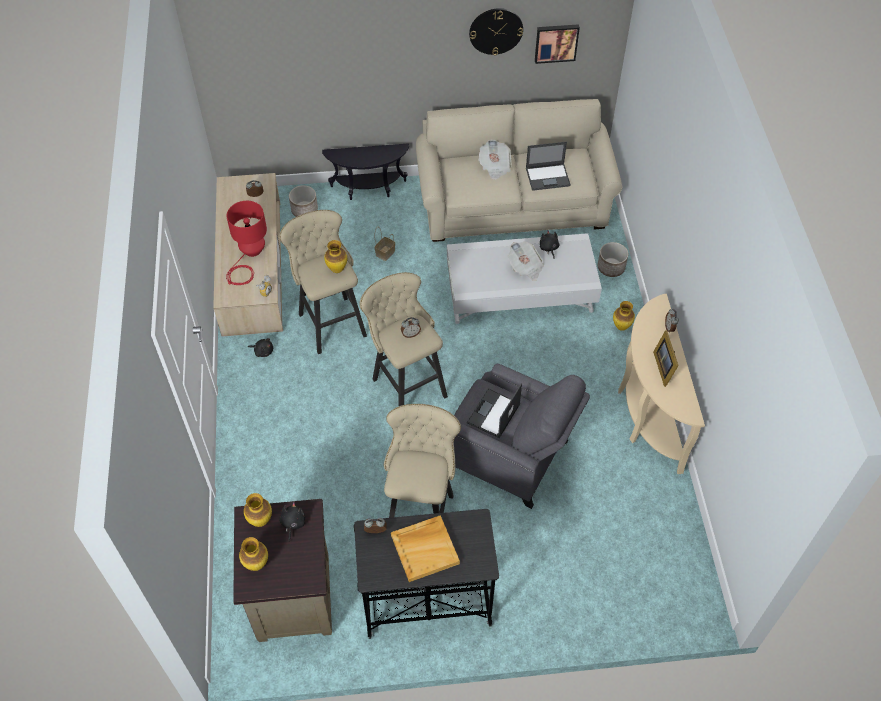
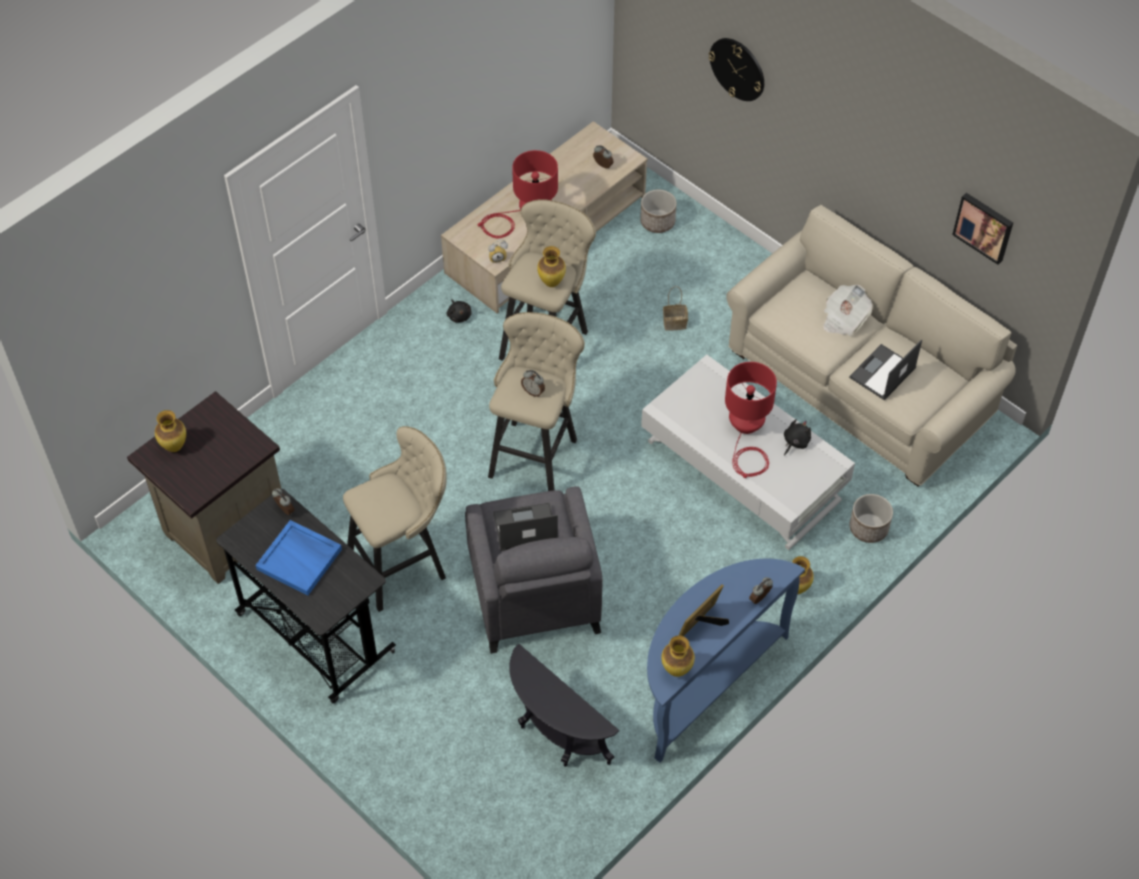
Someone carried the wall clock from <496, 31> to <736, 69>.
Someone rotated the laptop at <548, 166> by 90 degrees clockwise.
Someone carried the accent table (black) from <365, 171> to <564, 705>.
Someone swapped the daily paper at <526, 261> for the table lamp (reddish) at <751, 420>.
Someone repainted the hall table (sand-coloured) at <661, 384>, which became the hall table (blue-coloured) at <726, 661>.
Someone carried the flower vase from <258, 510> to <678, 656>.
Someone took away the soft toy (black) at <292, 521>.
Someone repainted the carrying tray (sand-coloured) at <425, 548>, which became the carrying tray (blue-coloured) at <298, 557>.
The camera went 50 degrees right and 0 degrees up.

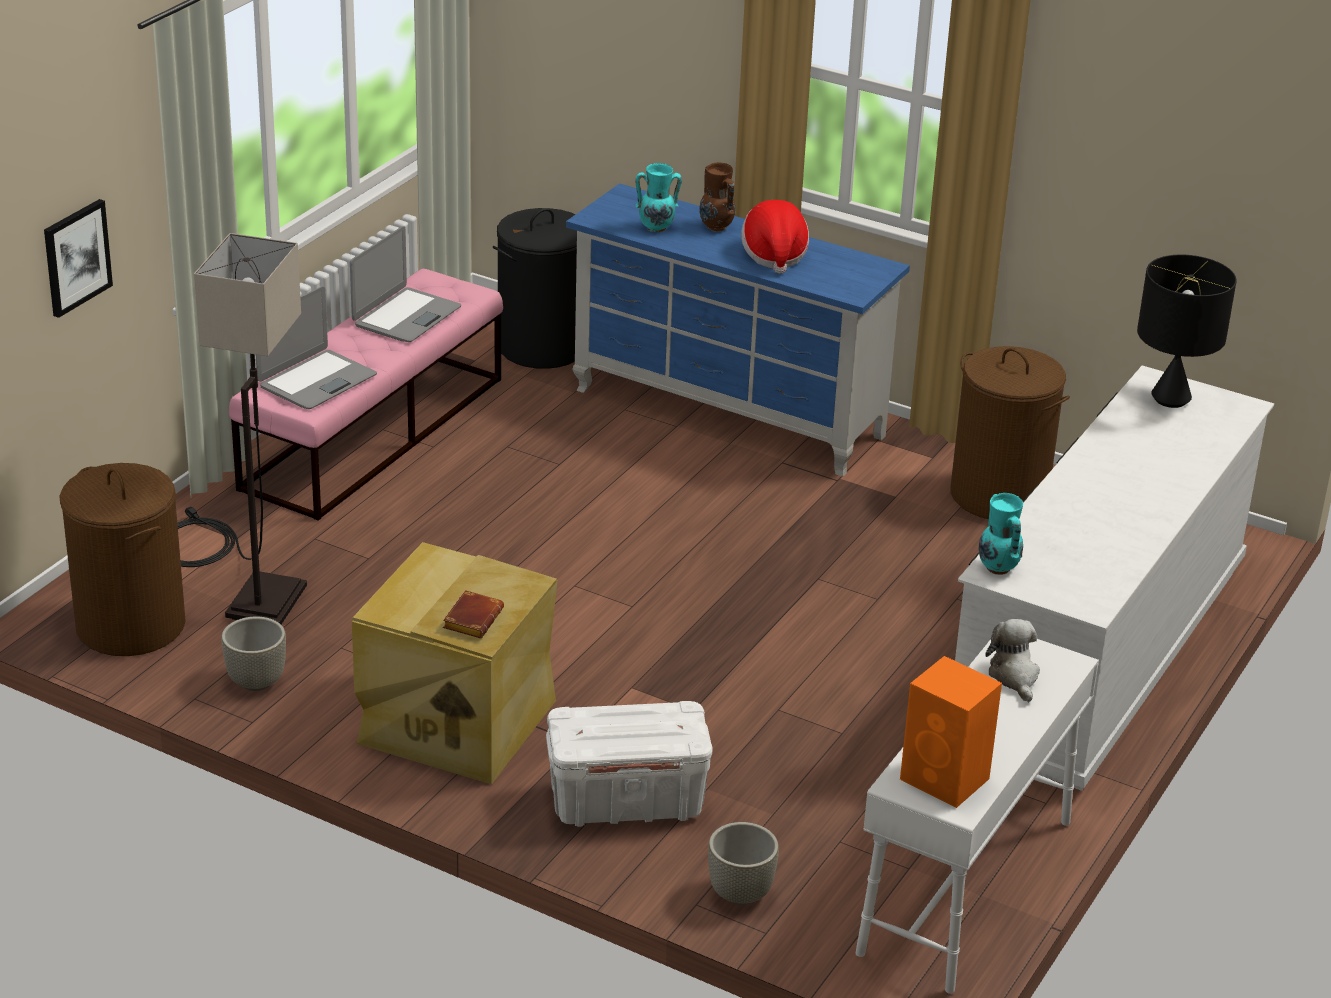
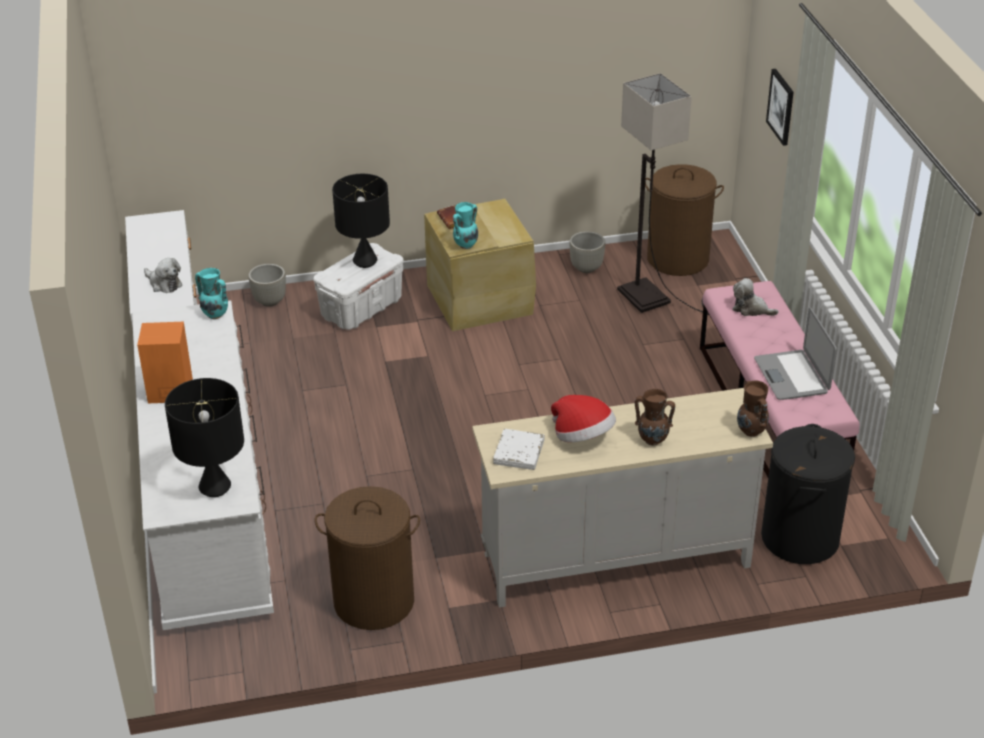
Someone carried the flower vase (turquoise) from <658, 197> to <465, 225>.
Someone repainted the dresser (blue-coloured) at <738, 330>, which became the dresser (sand-coloured) at <622, 498>.
Someone swapped the laptop at <316, 347> for the soft toy at <756, 297>.
Someone carried the loudspeaker (orange-coloured) from <951, 732> to <165, 362>.
Someone put down the table lamp (black) at <361, 221>.
Someone put down the flower vase (brown-coloured) at <753, 409>.
Someone put down the volume (white-coloured) at <519, 449>.
The camera went 140 degrees right and 5 degrees up.

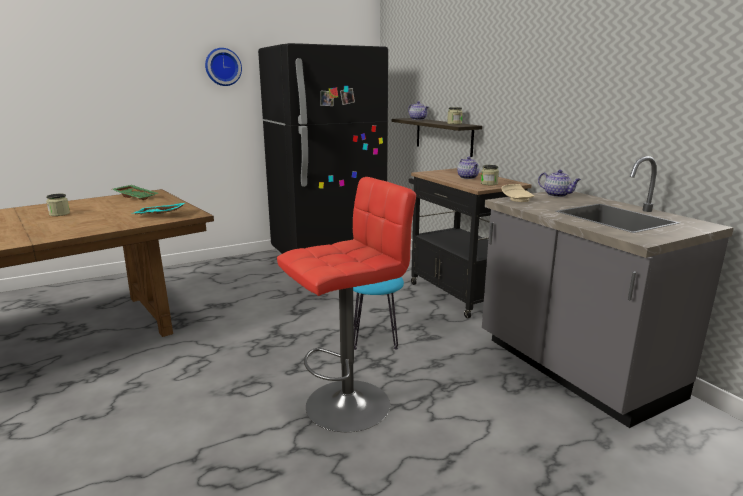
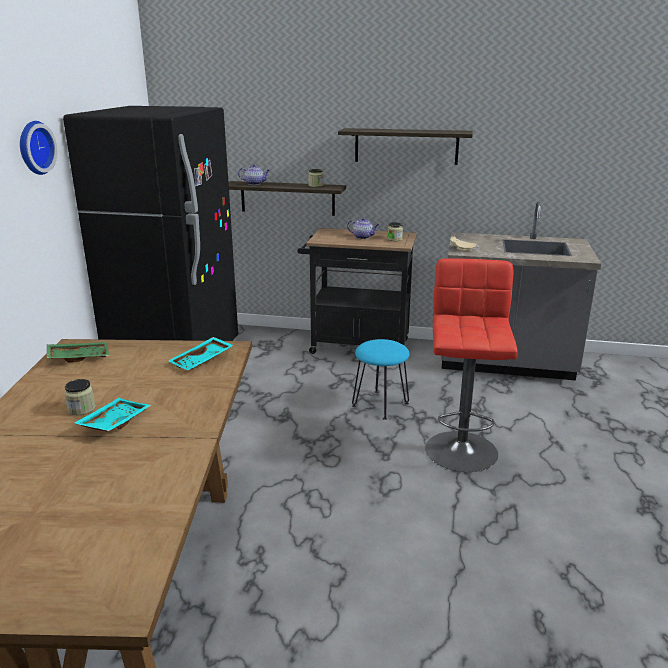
Someone took away the pot for tea at <559, 183>.
Someone put up the bracket shelf at <405, 146>.
Someone put down the carrying tray (turquoise) at <113, 415>.
The camera went 50 degrees left and 5 degrees up.

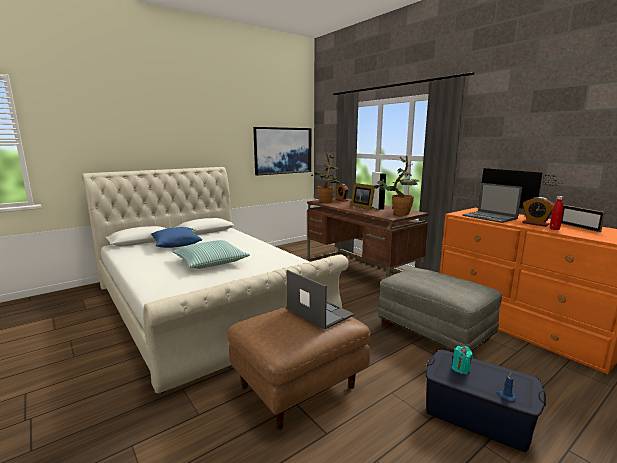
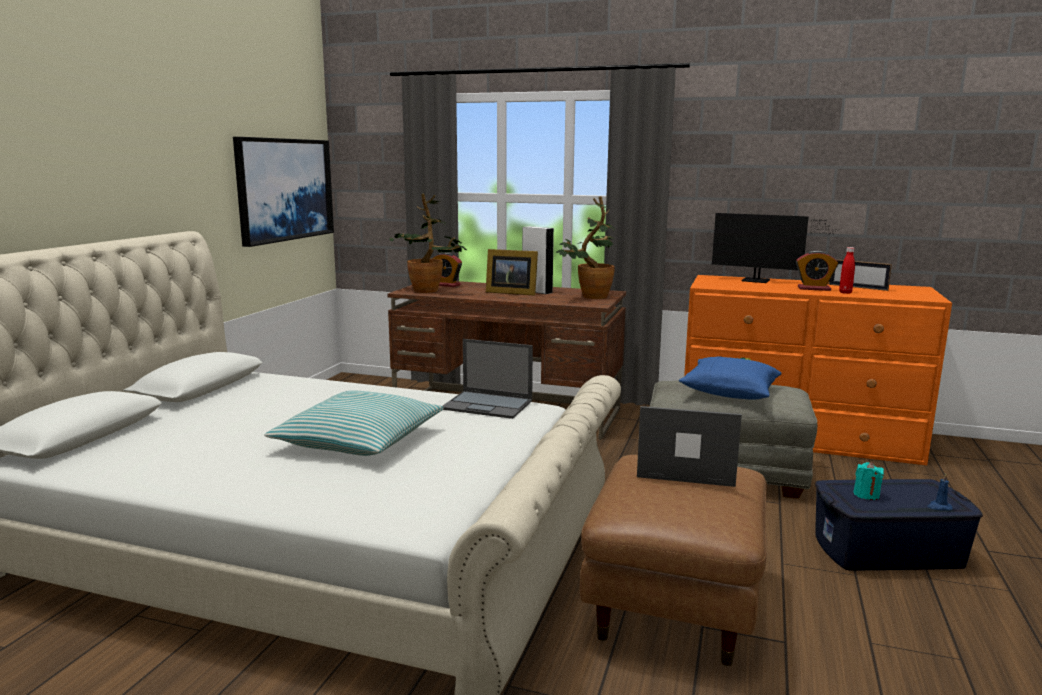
Someone carried the laptop from <492, 203> to <488, 379>.
Someone carried the cushion (blue-coloured) from <176, 237> to <730, 378>.
The camera went 35 degrees left and 0 degrees up.

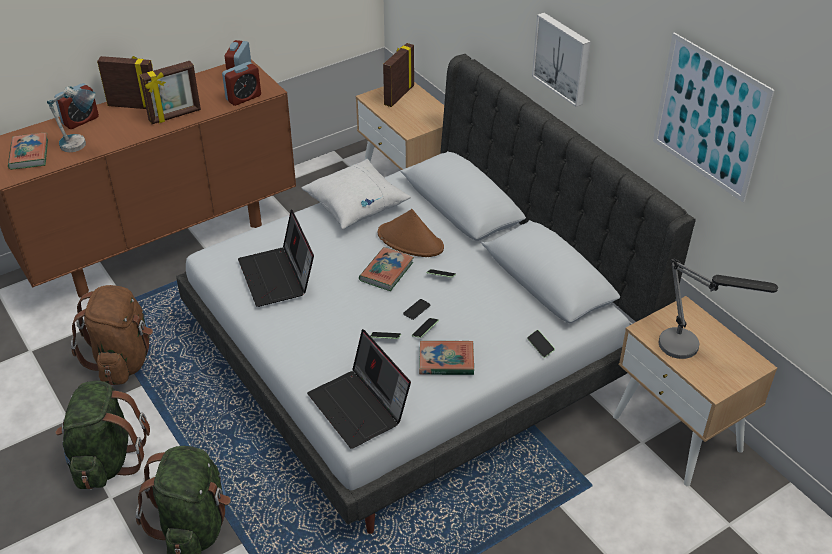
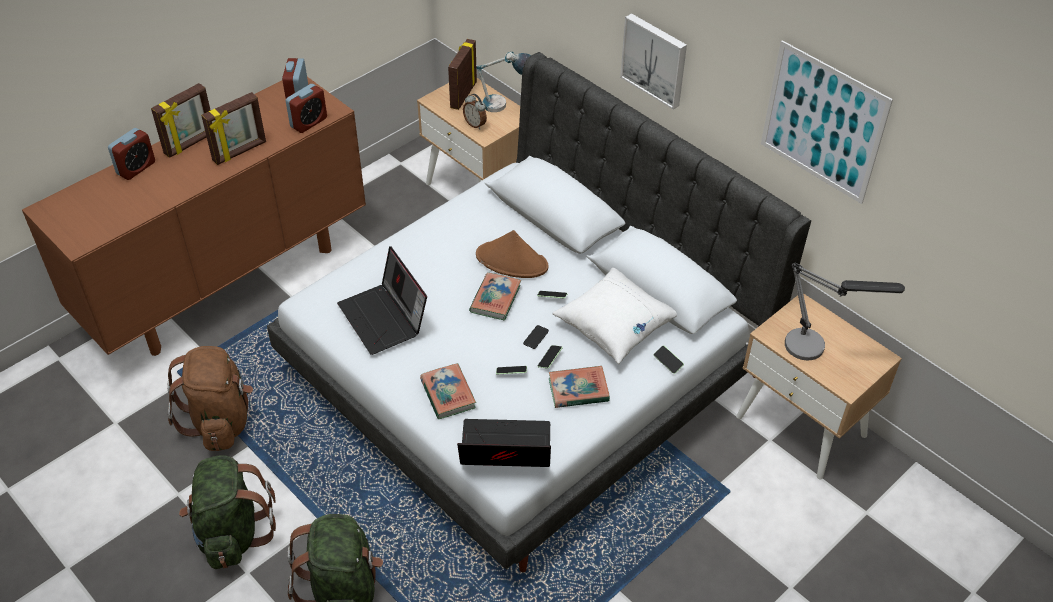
Someone rotated the picture frame at <125, 82> by 135 degrees clockwise.
Someone carried the table lamp from <71, 119> to <503, 82>.
Someone carried the volume from <28, 151> to <448, 391>.
Someone carried the cushion (greyish) from <356, 194> to <614, 316>.
Someone rotated the laptop at <359, 389> by 135 degrees clockwise.
Someone put down the alarm clock at <475, 111>.
The camera went 10 degrees left and 5 degrees up.

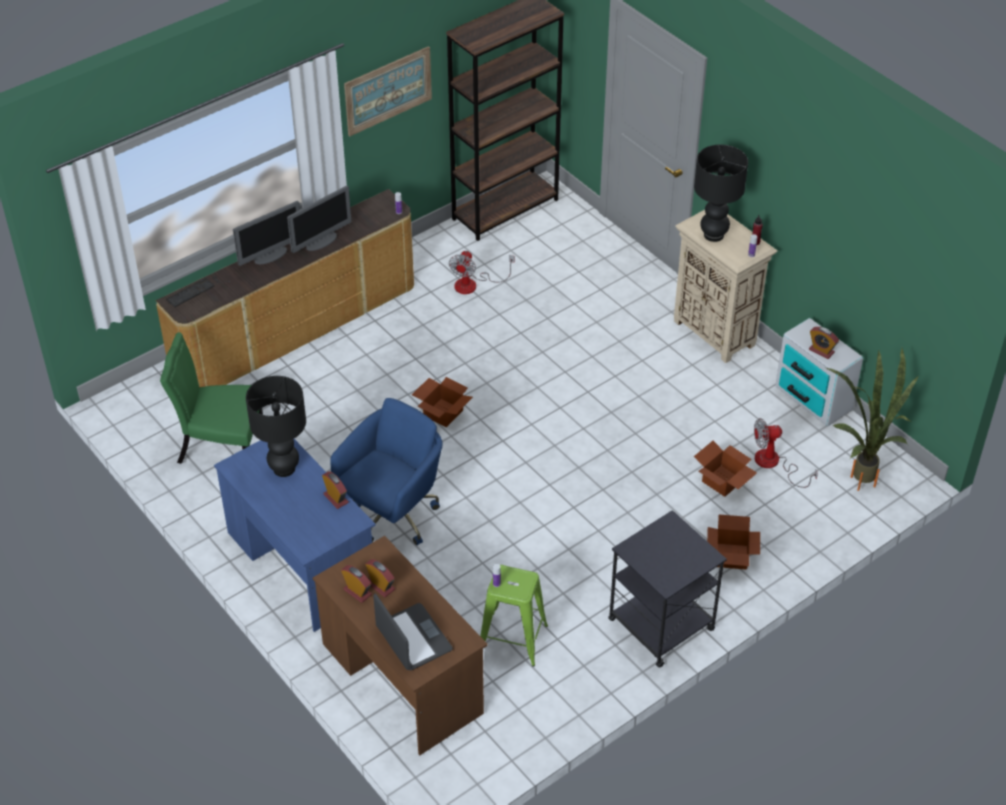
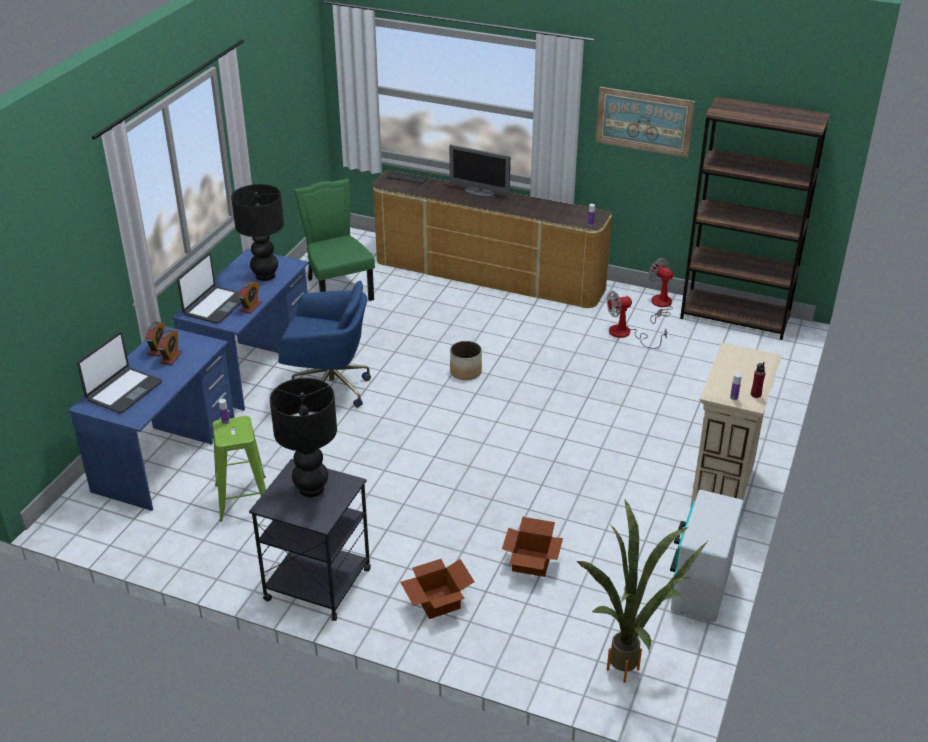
Someone carried the table lamp (black) from <721, 193> to <303, 437>.
Someone took away the computer screen at <319, 219>.
Someone took away the alarm clock at <824, 343>.
Someone swapped the carton at <442, 402> for the planter at <466, 360>.
Someone carried the electric fan from <786, 453> to <661, 291>.
Someone repainted the desk (brown-coloured) at <400, 645>, which became the desk (blue-coloured) at <151, 418>.
Someone put down the laptop at <209, 288>.
The camera went 60 degrees right and 10 degrees down.

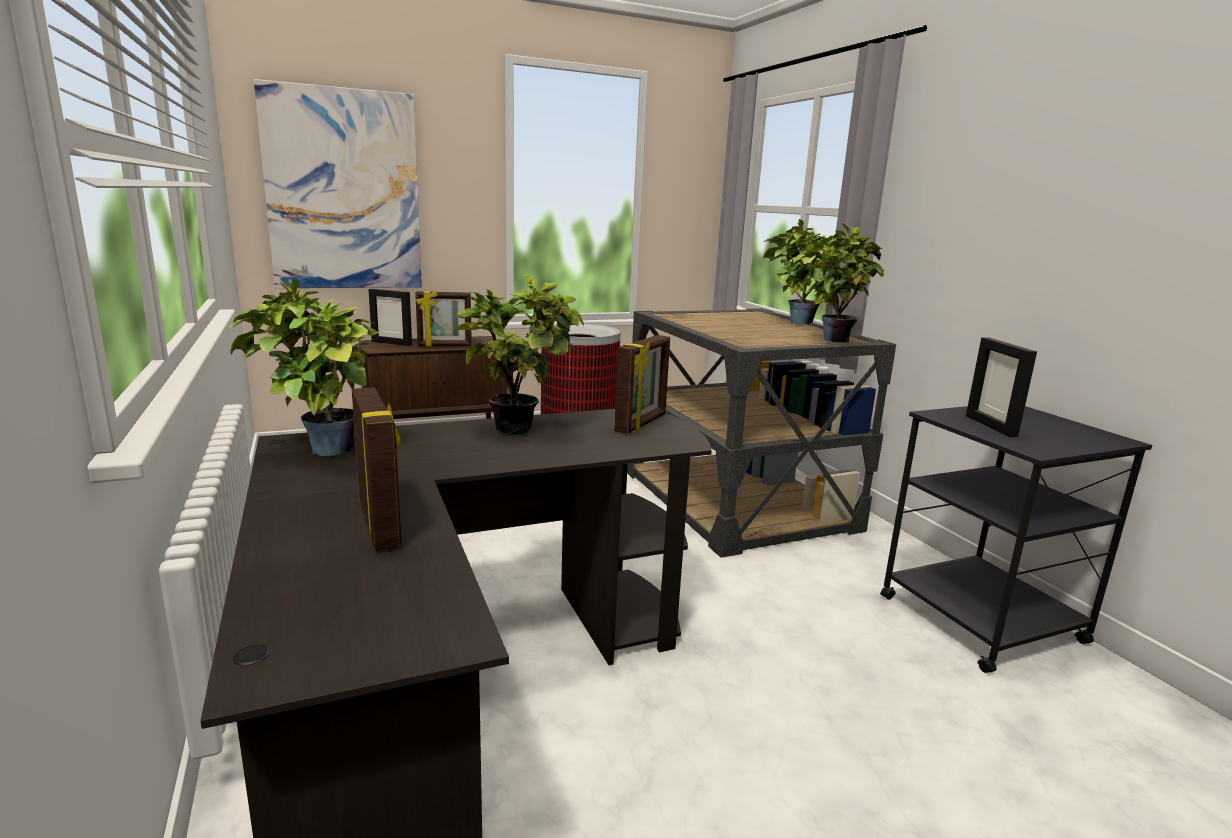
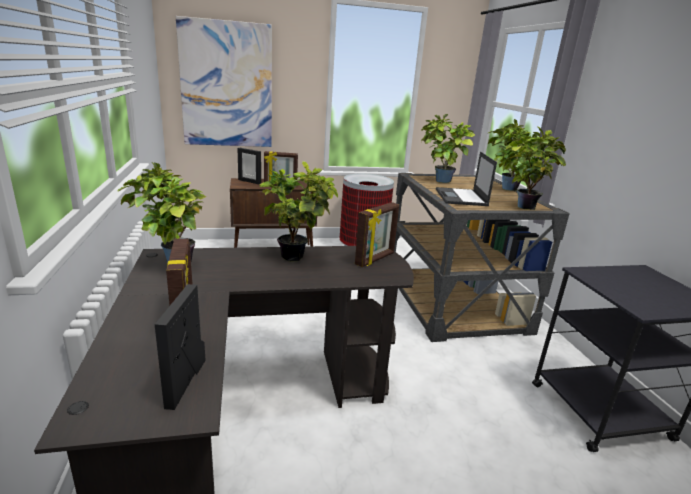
Someone carried the picture frame from <1001, 387> to <180, 347>.
Someone put down the potted plant at <448, 148>.
Someone put down the laptop at <466, 179>.
The camera went 10 degrees right and 5 degrees up.

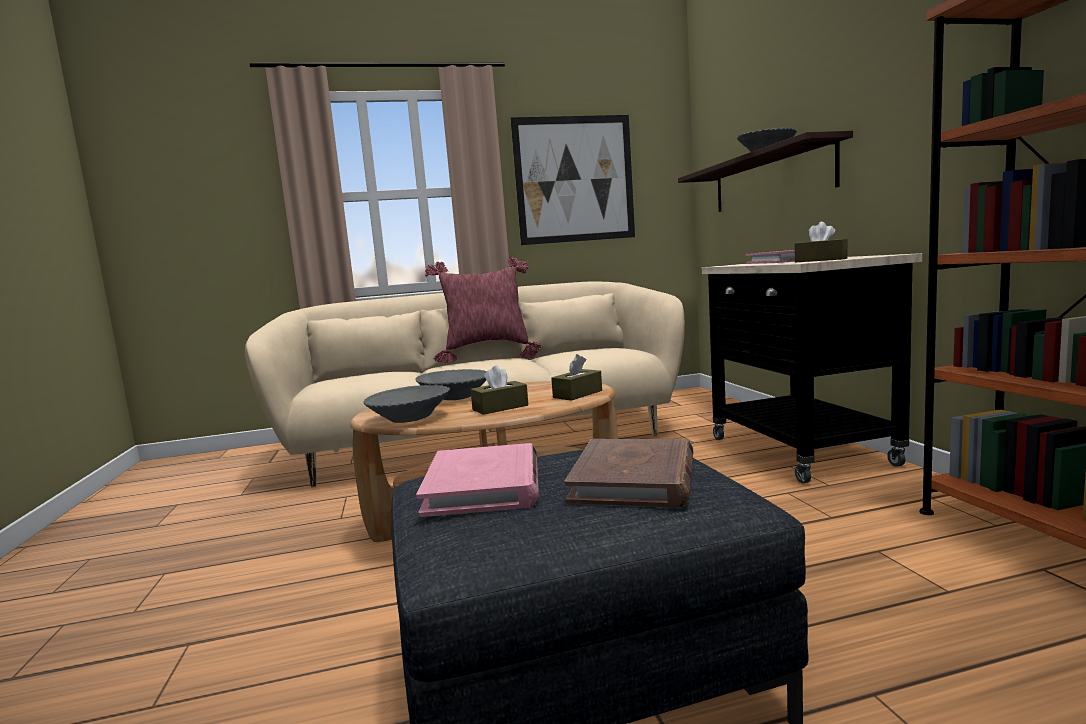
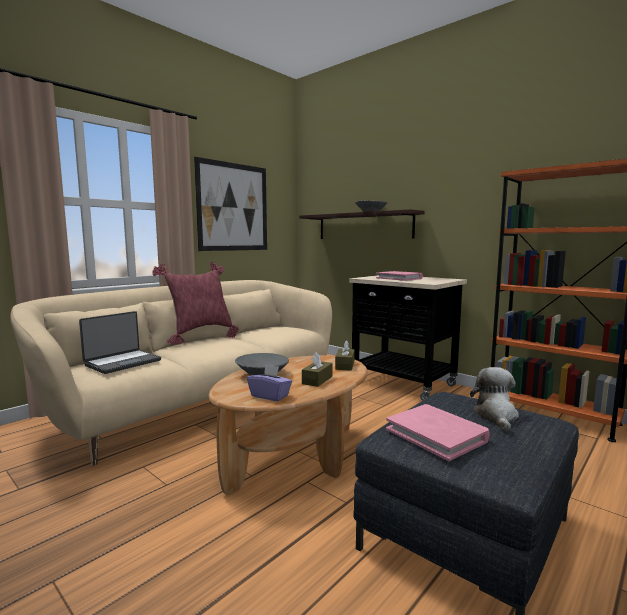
Someone took away the tissue holder (brown-coloured) at <821, 242>.
Someone swapped the serving bowl (greyish) at <407, 404> for the tissue holder (purple) at <269, 382>.
Someone swapped the volume (brown-coloured) at <629, 473> for the soft toy at <494, 399>.
Someone put down the laptop at <120, 342>.
The camera went 35 degrees left and 0 degrees up.

